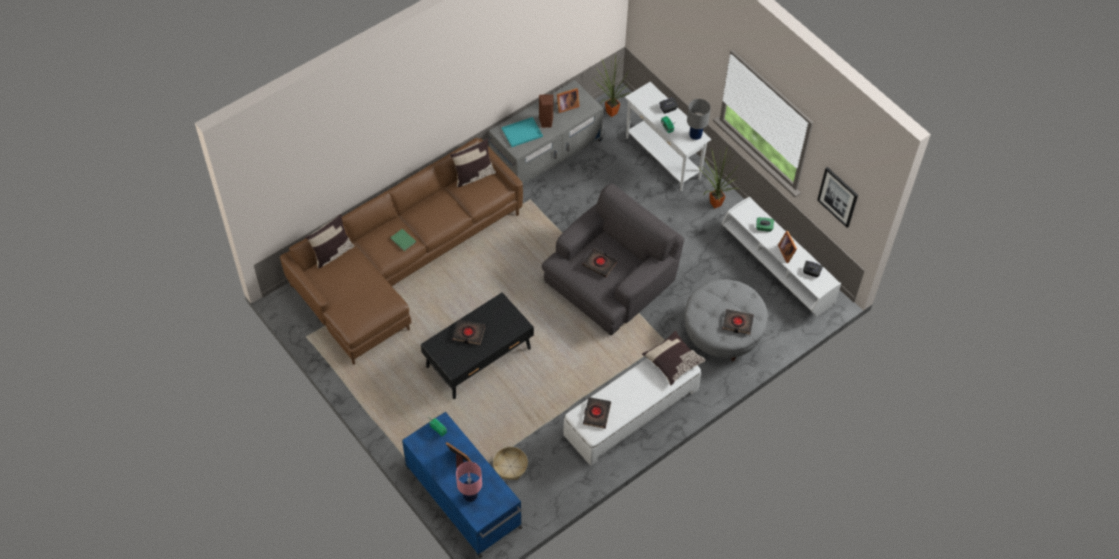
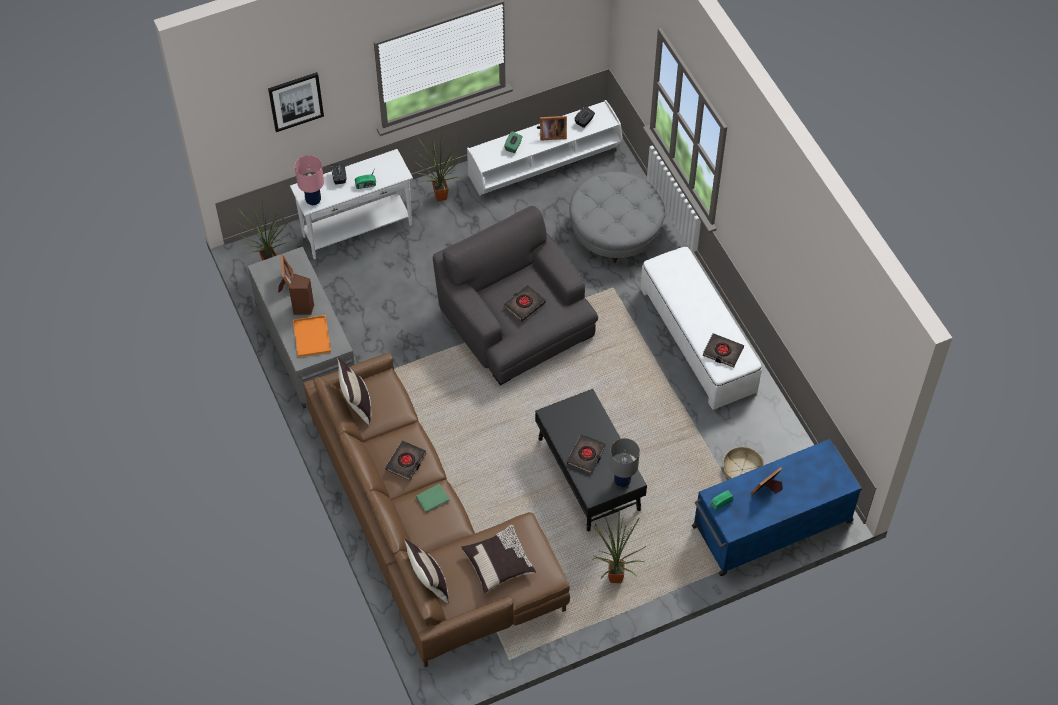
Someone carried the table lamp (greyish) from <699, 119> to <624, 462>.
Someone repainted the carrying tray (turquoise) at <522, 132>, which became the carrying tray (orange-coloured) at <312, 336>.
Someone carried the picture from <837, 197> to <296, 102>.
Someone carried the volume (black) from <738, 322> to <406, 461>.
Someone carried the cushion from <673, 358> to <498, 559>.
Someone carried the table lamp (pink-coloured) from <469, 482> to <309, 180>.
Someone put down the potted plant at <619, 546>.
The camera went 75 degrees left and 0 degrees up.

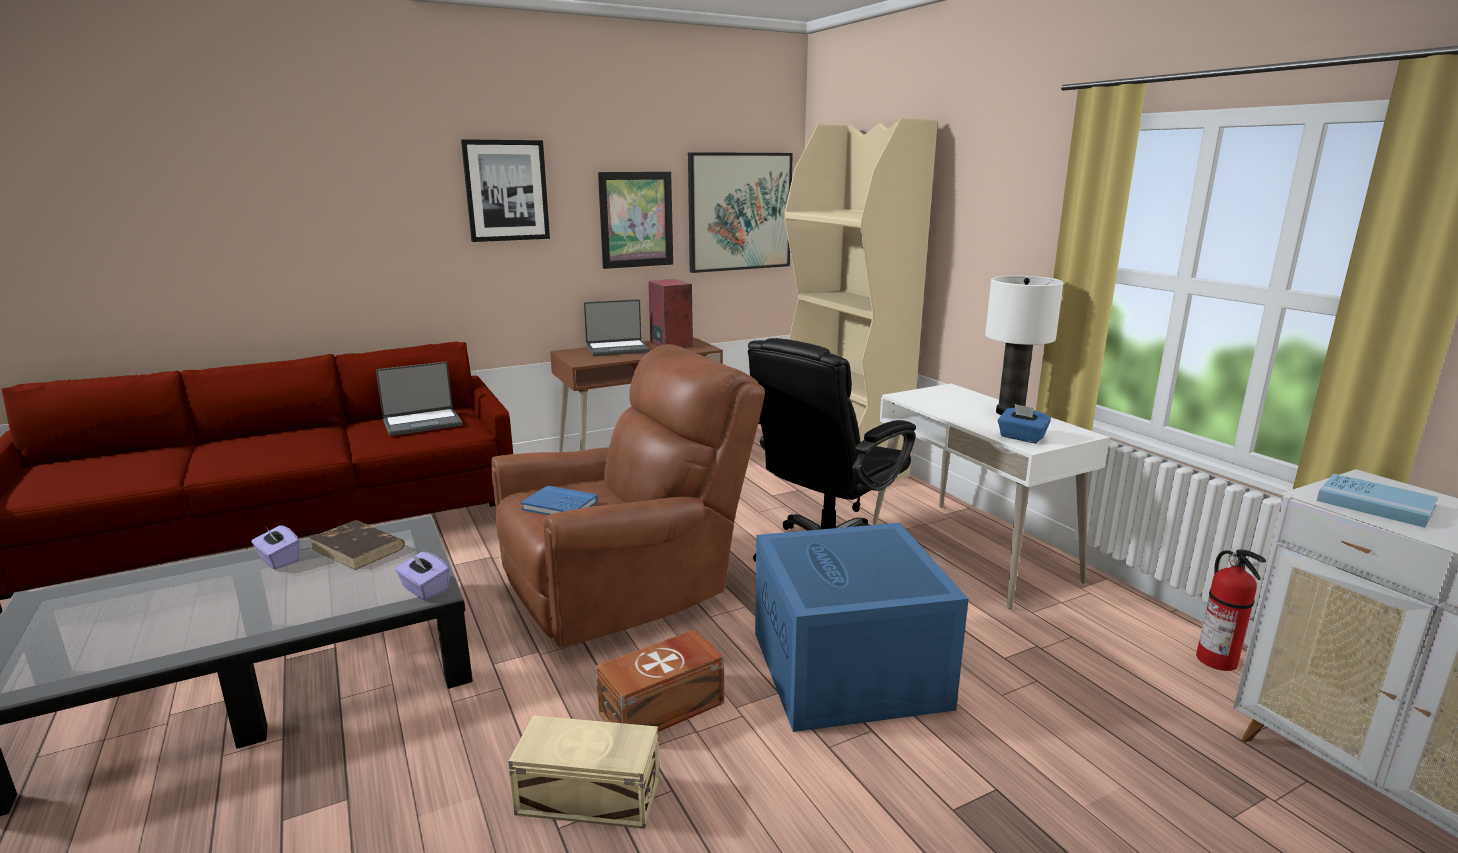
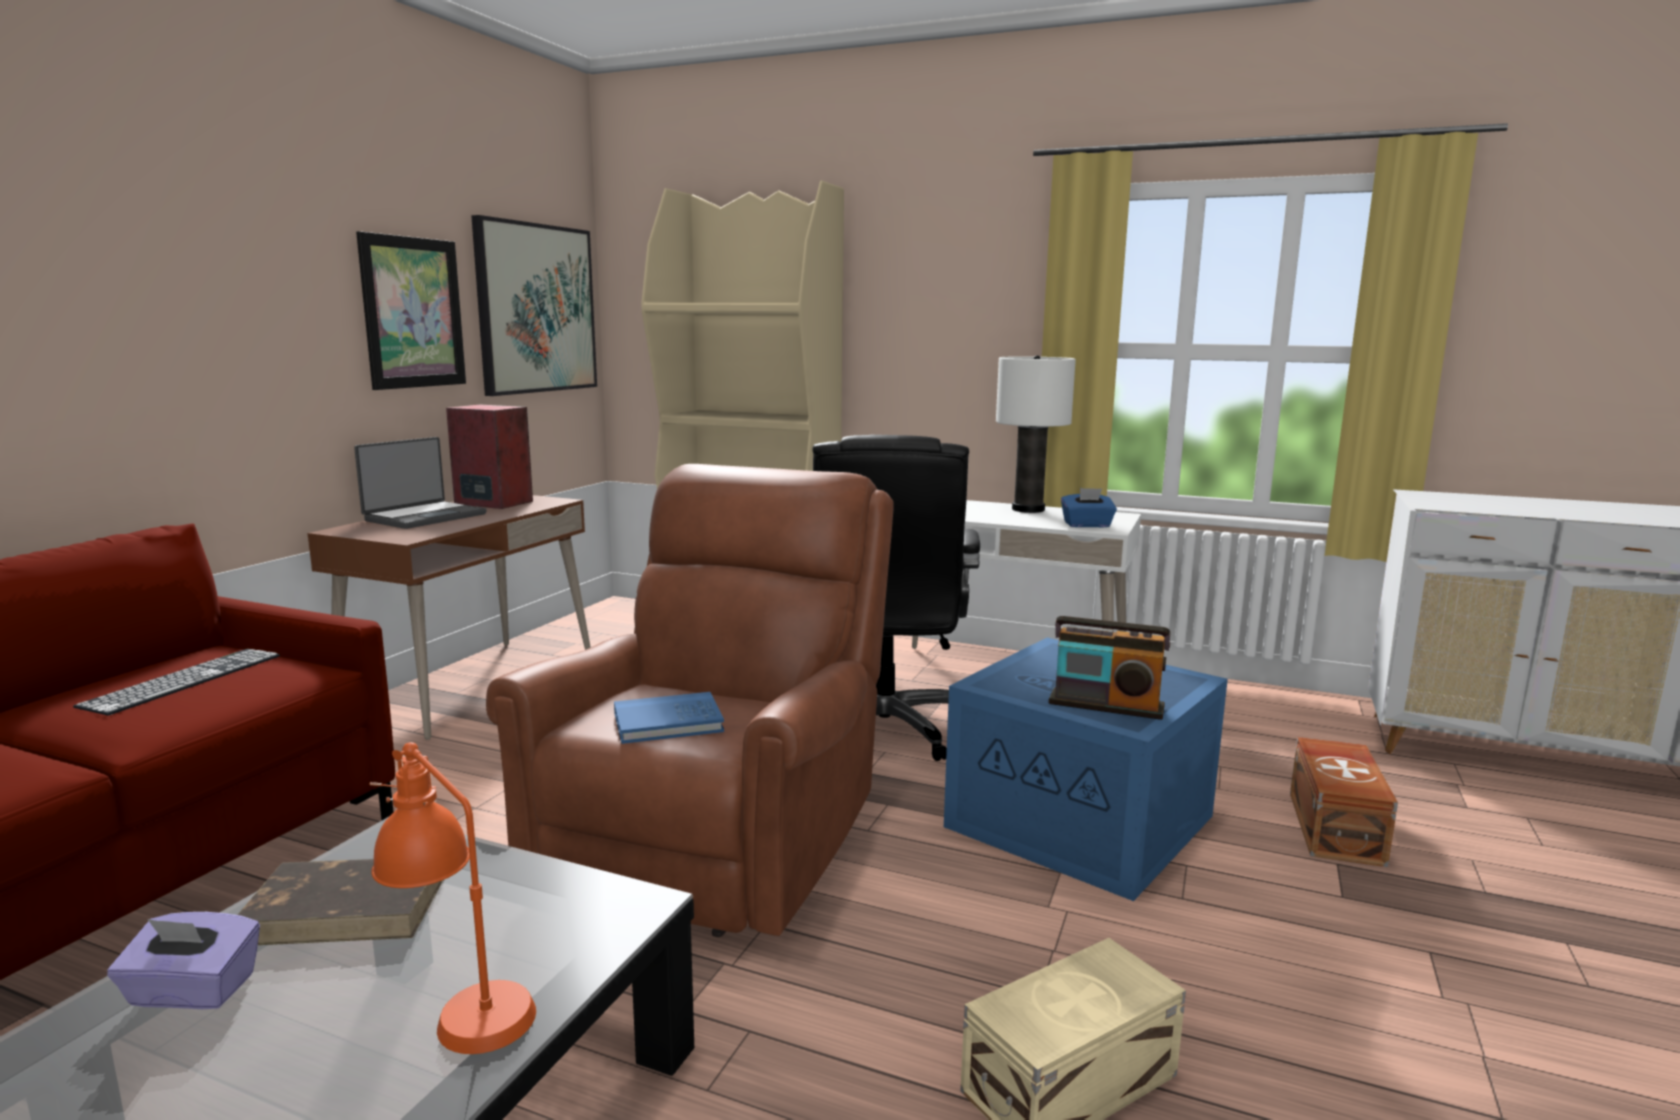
Someone took away the picture at <505, 190>.
Someone swapped the laptop at <419, 399> for the PC keyboard at <176, 682>.
Someone took away the volume (blue-coloured) at <1377, 500>.
Someone took away the fire-fighting cylinder at <1231, 610>.
Someone took away the tissue holder (purple) at <422, 576>.
Someone carried the storage box (brown-coloured) from <660, 680> to <1344, 802>.
Someone put down the radio set at <1110, 668>.
Someone put down the table lamp (orange-coloured) at <453, 898>.
The camera went 40 degrees left and 5 degrees down.

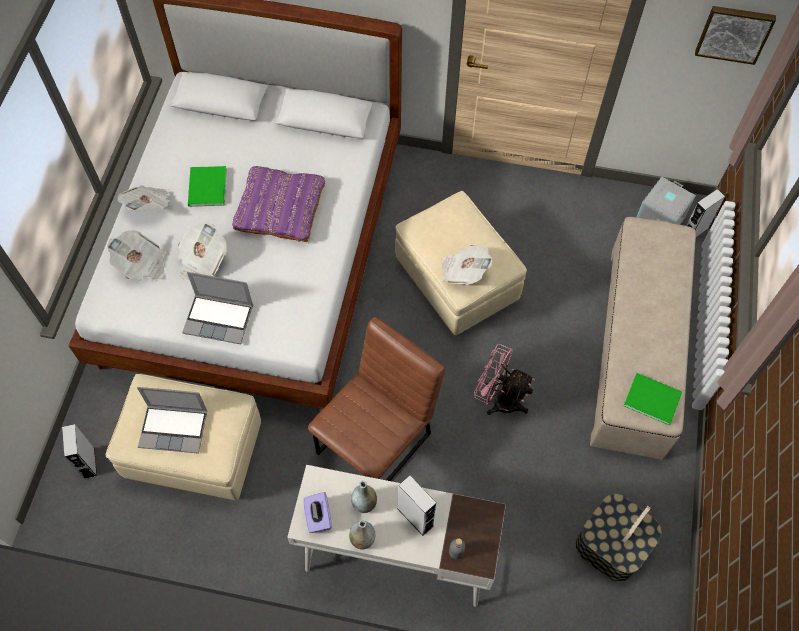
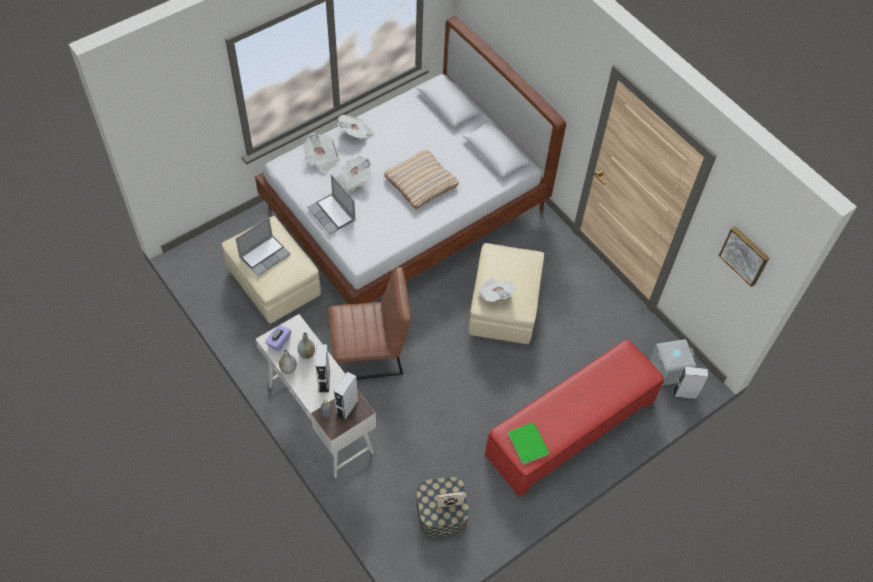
Someone took away the volume (green-coloured) at <207, 186>.
Someone repainted the cushion (purple) at <278, 204>, which became the cushion (sand-coloured) at <421, 180>.
Someone repainted the indoor bench (sand-coloured) at <643, 338>, which became the indoor bench (reddish) at <574, 418>.
Someone took away the electric fan (pink-coloured) at <504, 379>.
Someone rotated the laptop at <172, 420> by 90 degrees counterclockwise.
Someone carried the loudspeaker (greyish) from <79, 451> to <346, 396>.
The camera went 40 degrees right and 5 degrees down.

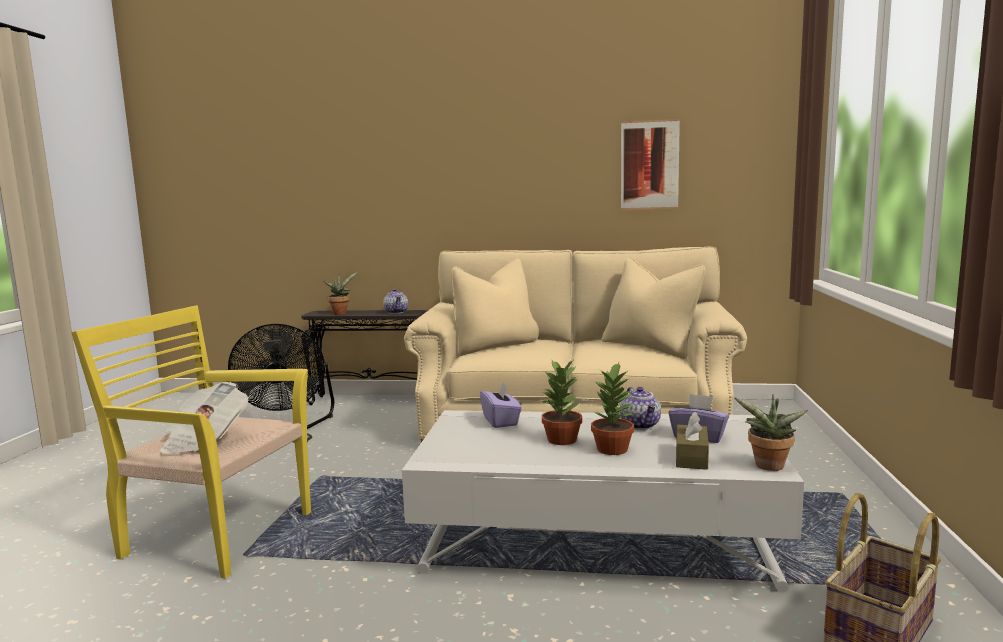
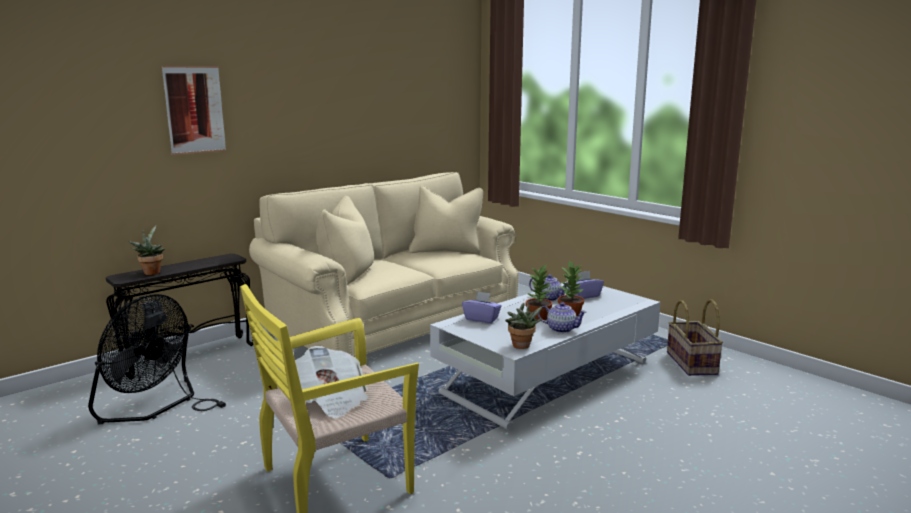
Someone carried the picture from <650, 164> to <194, 110>.
Someone carried the pot for tea from <395, 301> to <562, 317>.
Someone carried the potted plant from <771, 432> to <524, 325>.
Someone took away the tissue holder (brown-coloured) at <692, 441>.
The camera went 50 degrees left and 5 degrees up.

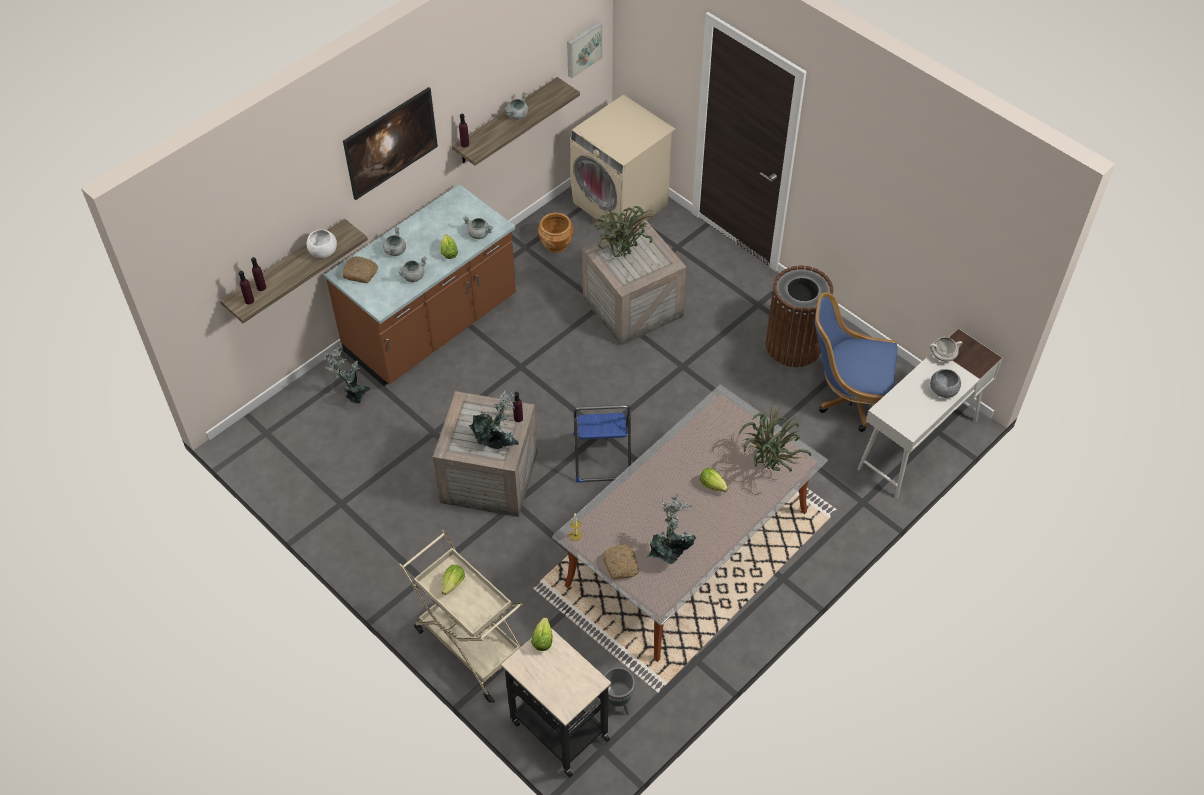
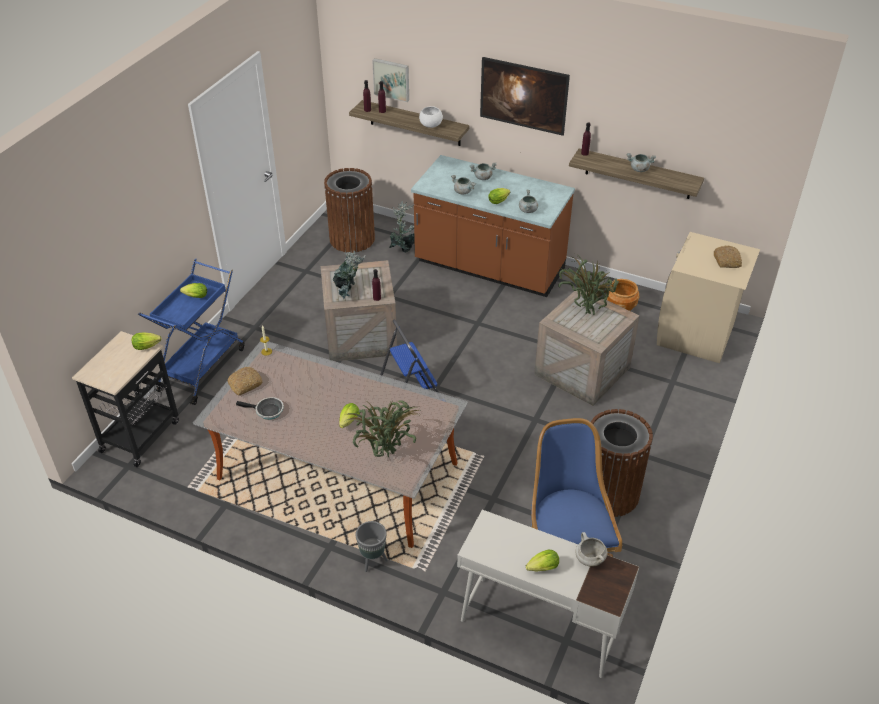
Someone carried the picture from <584, 50> to <390, 80>.
Someone carried the bread from <360, 269> to <728, 257>.
Someone swapped the serving bowl (greyish) at <945, 383> for the lettuce at <542, 561>.
Someone swapped the potted plant at <671, 528> for the frying pan at <260, 408>.
Someone repainted the wheeled cart (sand-coloured) at <461, 616>, which became the wheeled cart (blue-coloured) at <191, 331>.
Someone carried the planter (greyish) from <619, 691> to <371, 546>.
Someone put down the rubbish bin (brown-coloured) at <349, 210>.
The camera went 70 degrees right and 10 degrees down.

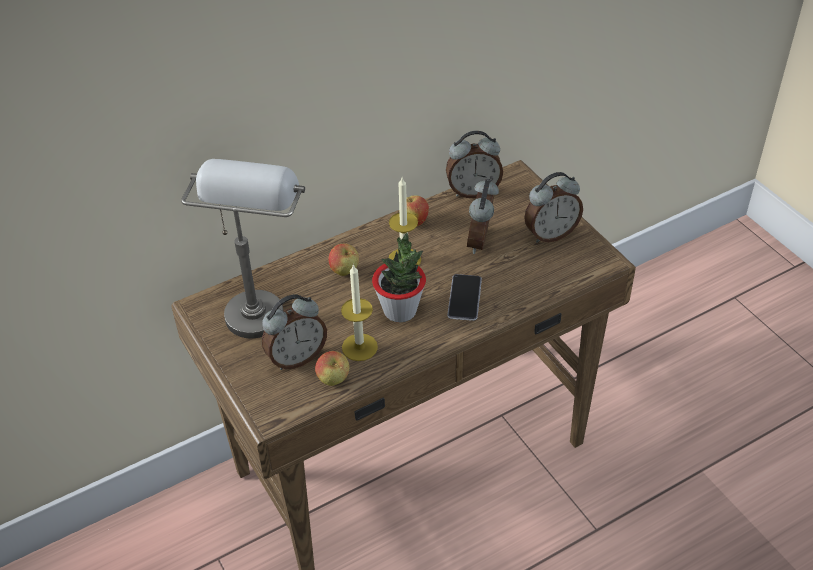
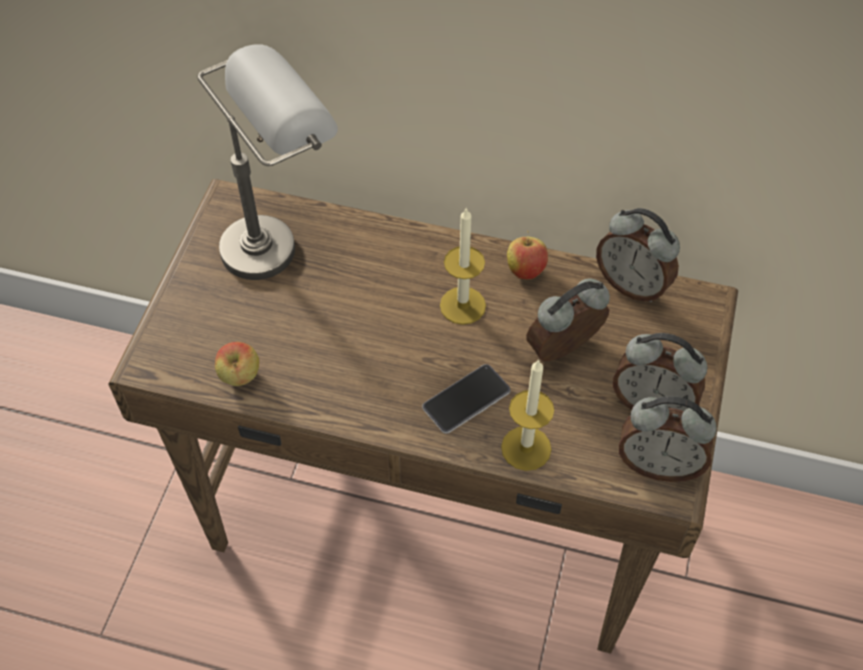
Someone took away the potted plant at <399, 277>.
Someone took away the whole apple at <344, 259>.
Someone carried the wax light from <359, 312> to <527, 415>.
Someone carried the alarm clock from <294, 332> to <668, 439>.
The camera went 45 degrees right and 10 degrees up.

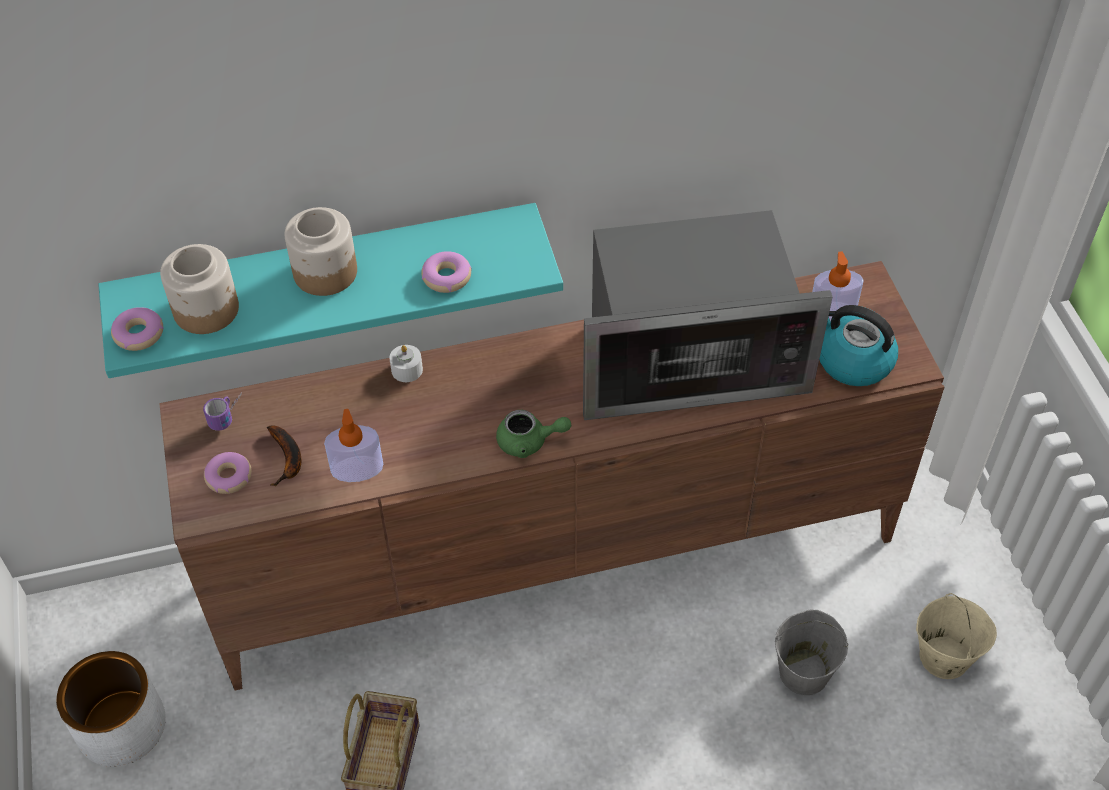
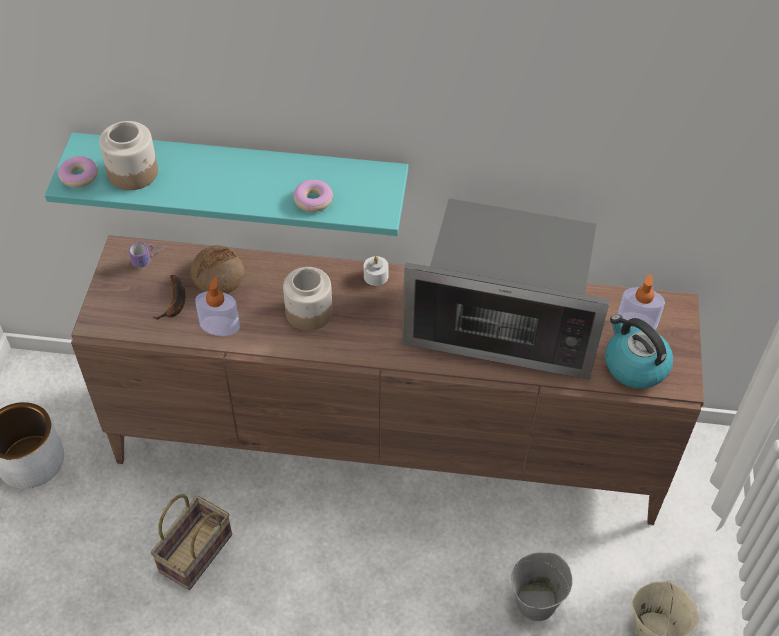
Someone carried the preserve jar from <320, 251> to <308, 299>.
Someone carried the wax light (white-coloured) from <406, 363> to <376, 271>.
Someone took away the pot for tea (green-coloured) at <533, 434>.
Someone took away the donut at <228, 473>.
Someone put down the bread at <217, 269>.
The camera went 20 degrees right and 0 degrees up.

